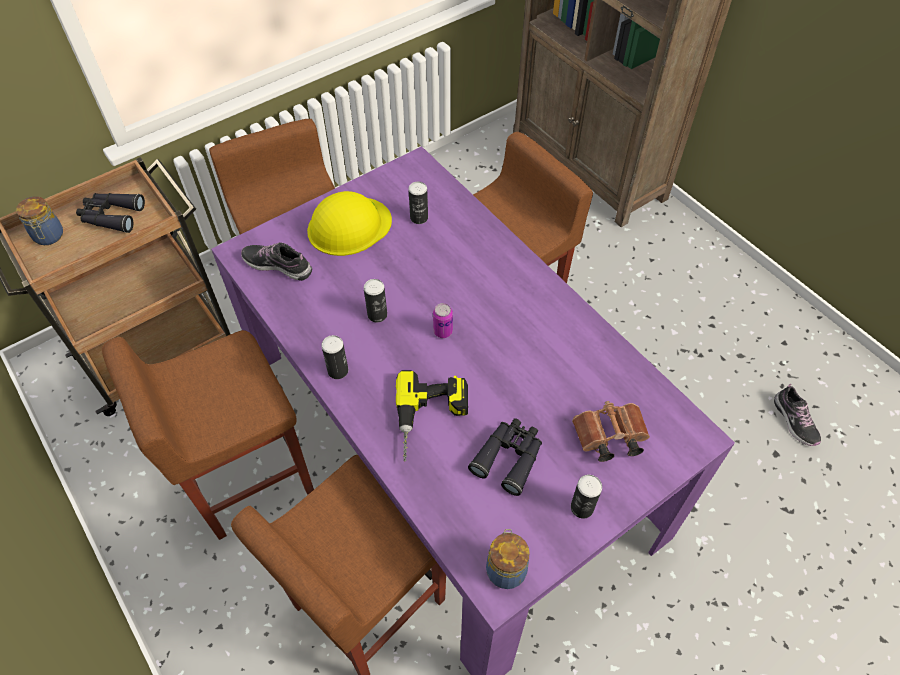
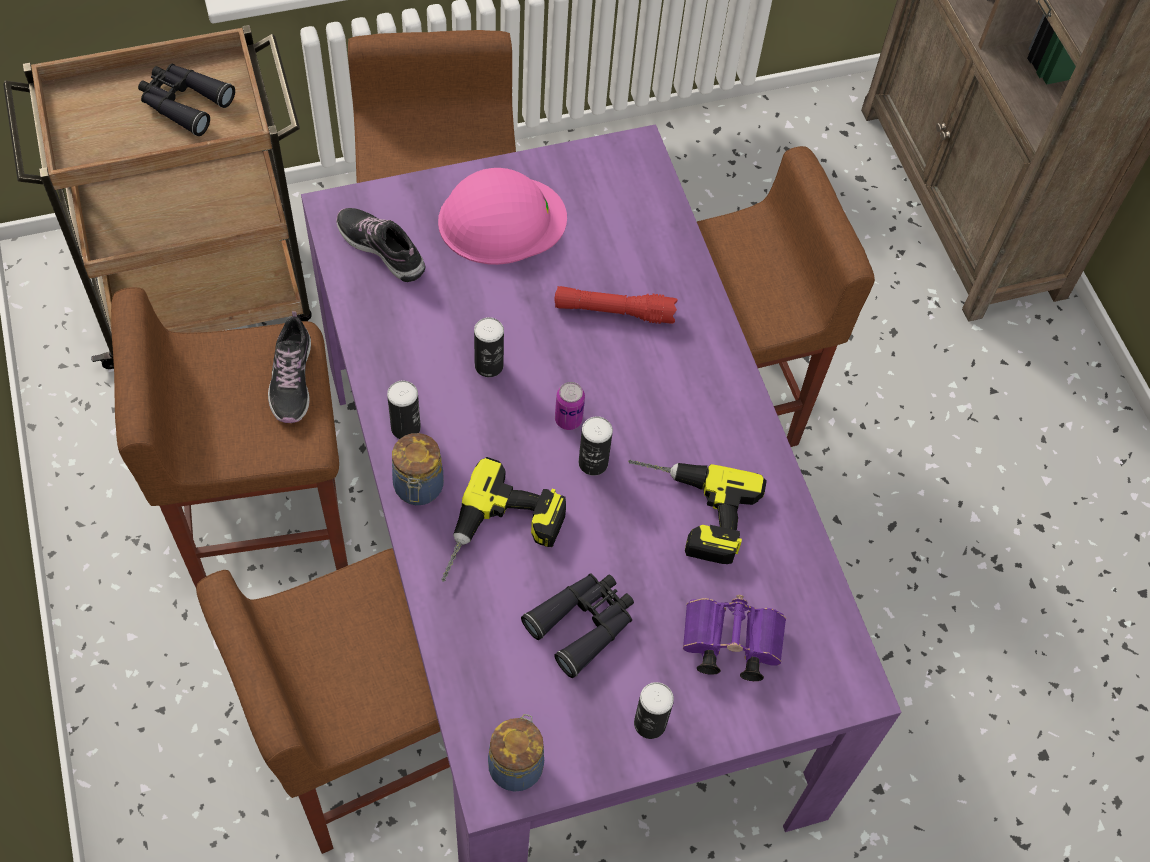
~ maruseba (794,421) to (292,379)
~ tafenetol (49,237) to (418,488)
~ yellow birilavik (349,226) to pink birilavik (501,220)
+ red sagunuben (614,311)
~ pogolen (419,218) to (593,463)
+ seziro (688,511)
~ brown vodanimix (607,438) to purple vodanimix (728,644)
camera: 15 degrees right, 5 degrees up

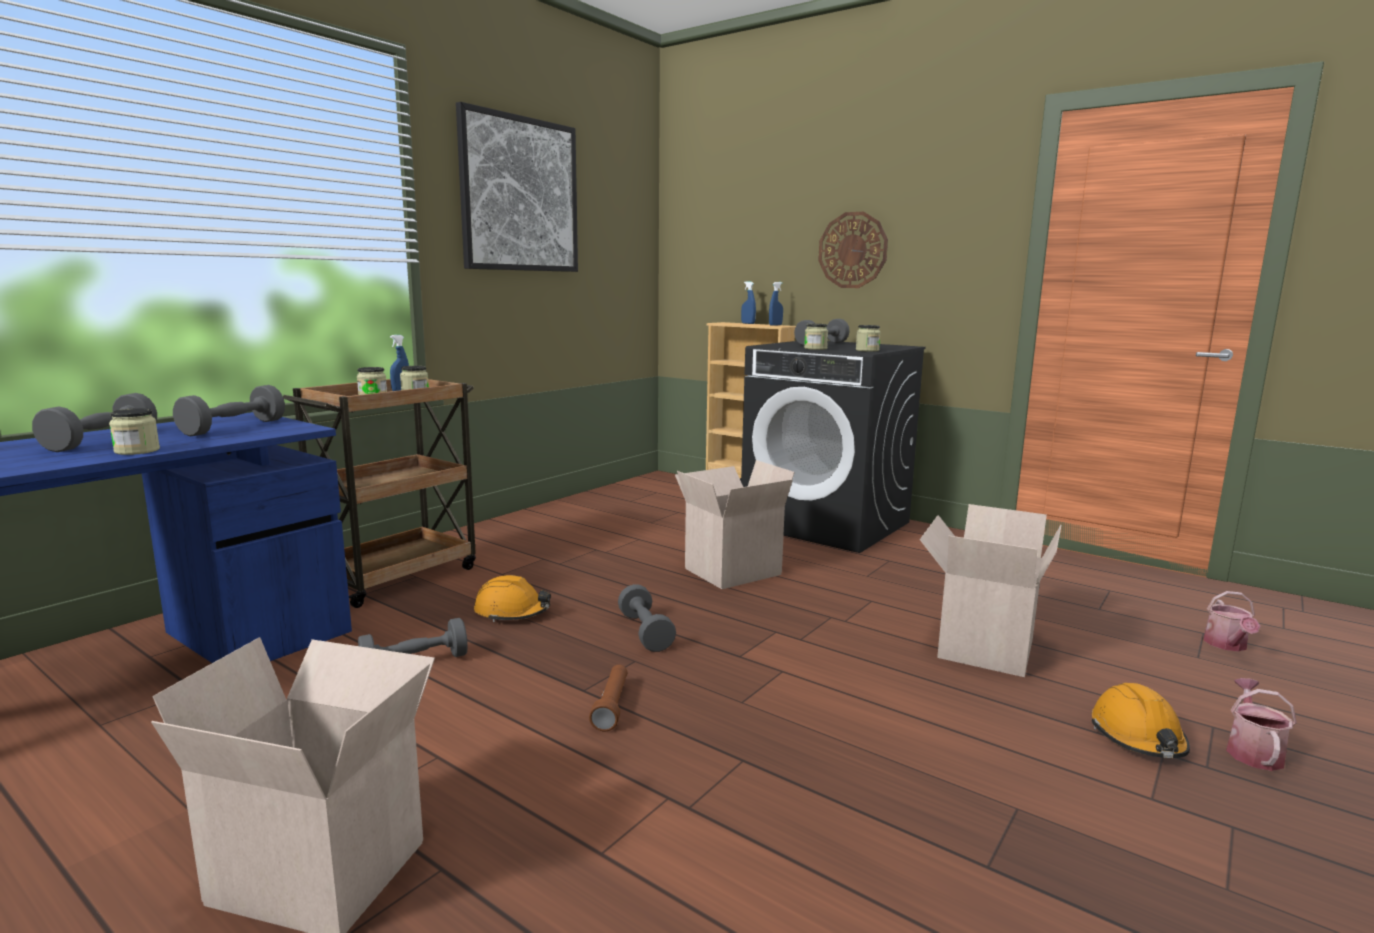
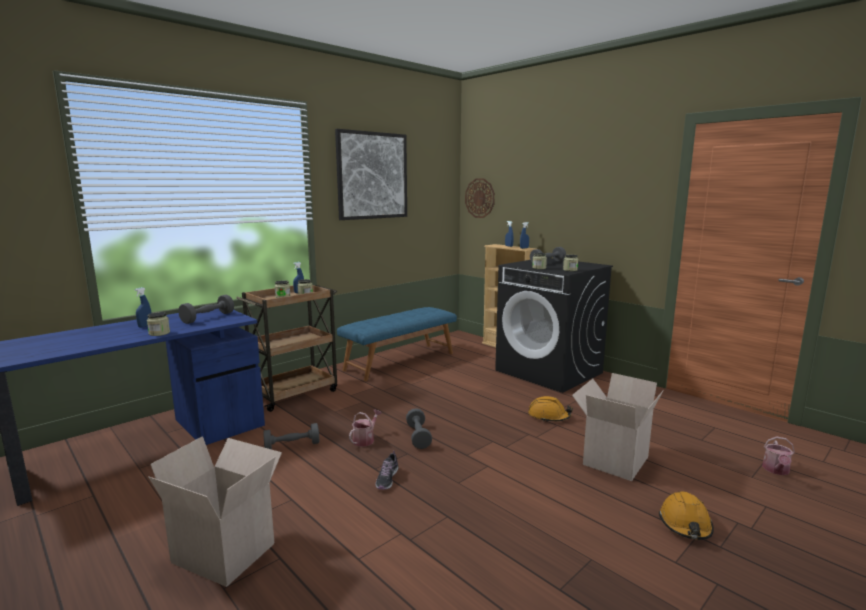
~ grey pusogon (102,441) to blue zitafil (145,326)
+ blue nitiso (400,361)
~ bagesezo (1252,751) to (365,439)
~ brown sagunuben (612,706) to maruseba (387,479)
~ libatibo (852,250) to (480,198)
~ orange birilavik (512,612) to (549,416)
- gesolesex (732,570)
camera: 10 degrees right, 0 degrees up

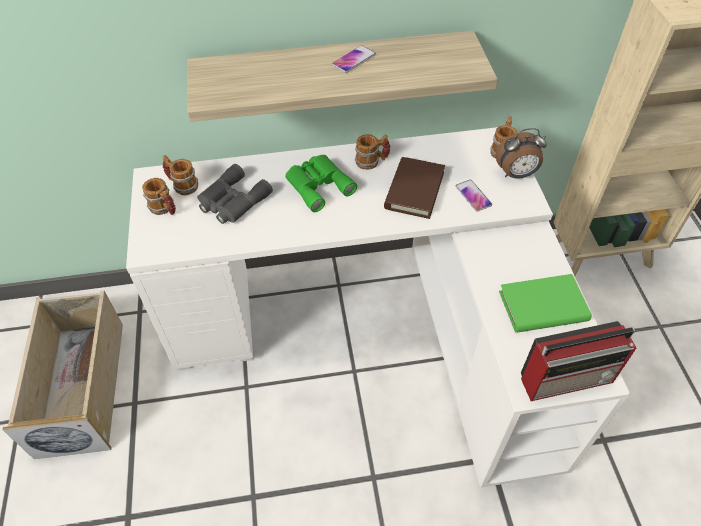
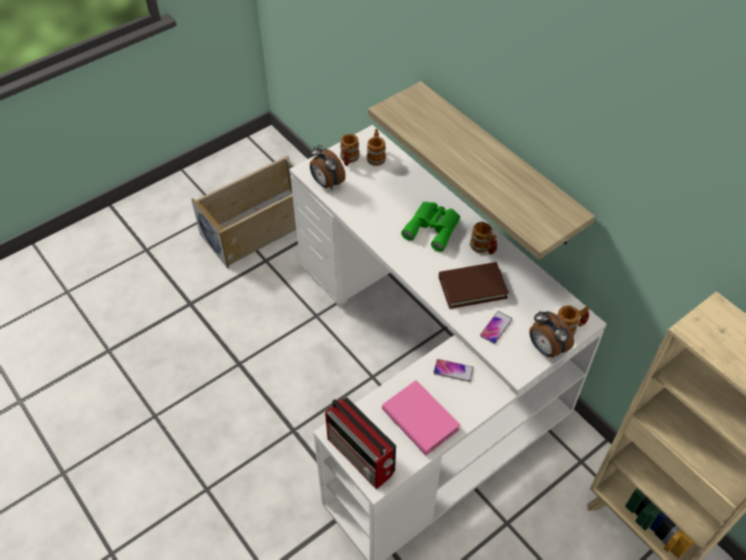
+ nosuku (326,183)
~ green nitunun (543,306) to pink nitunun (420,419)
~ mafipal (354,60) to (453,370)
- grey vodanimix (232,201)
camera: 60 degrees right, 0 degrees up

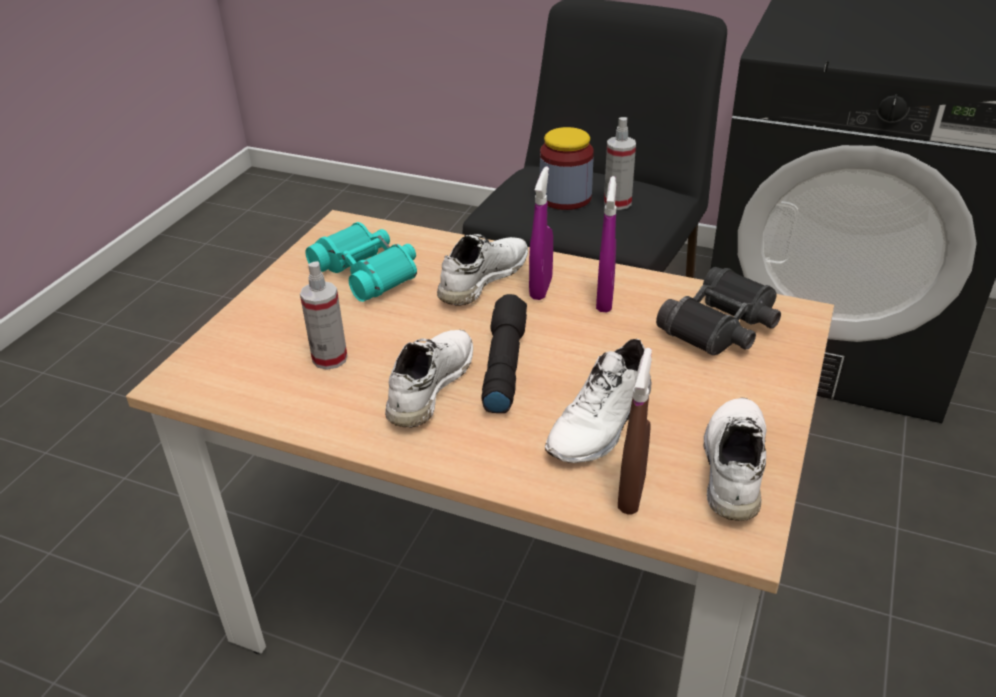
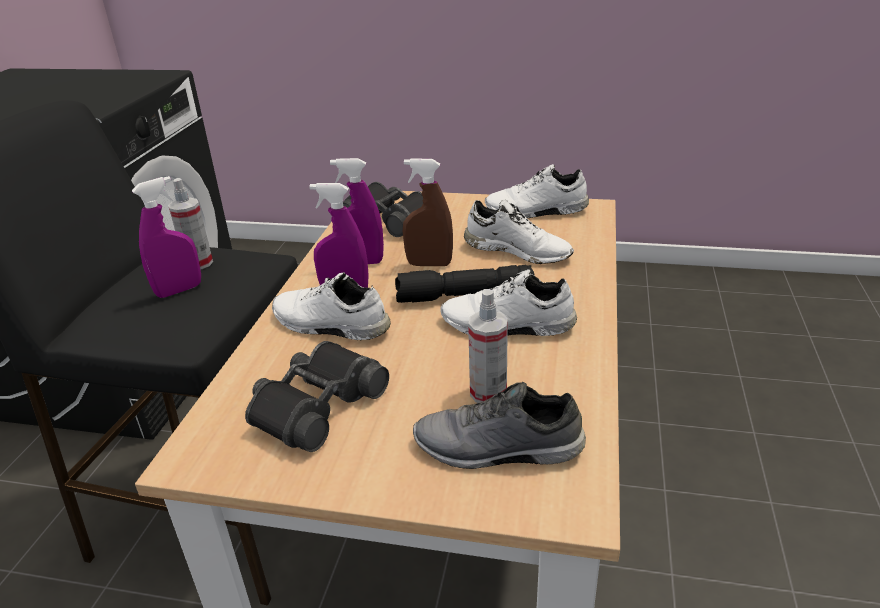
~ tafenetol (565,198) to purple zitafil (179,290)
~ turquoise vodanimix (367,272) to black vodanimix (316,405)
~ brown zitafil (631,494) to (429,264)
+ grey maruseba (497,450)
camera: 100 degrees left, 5 degrees down

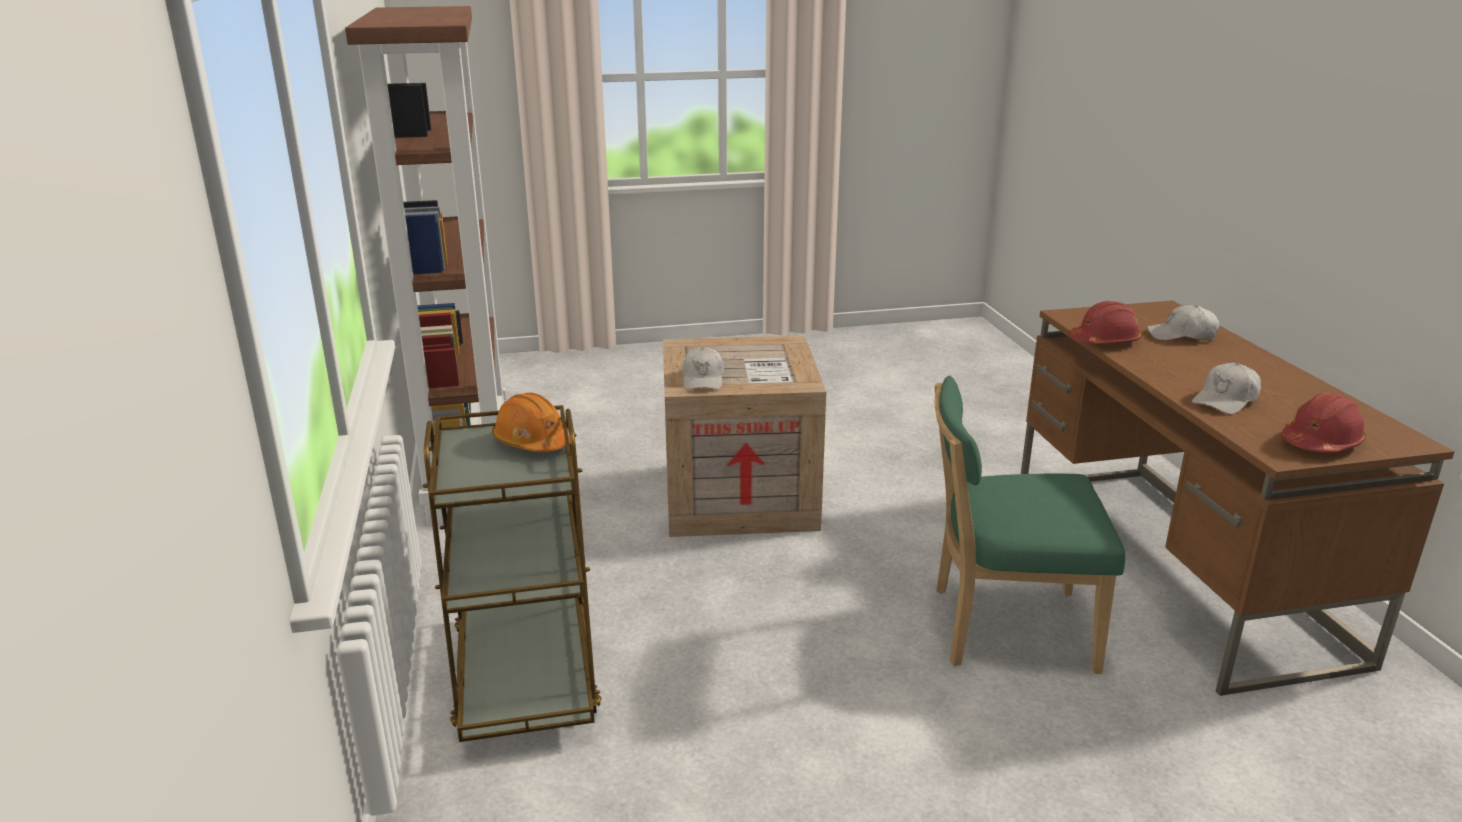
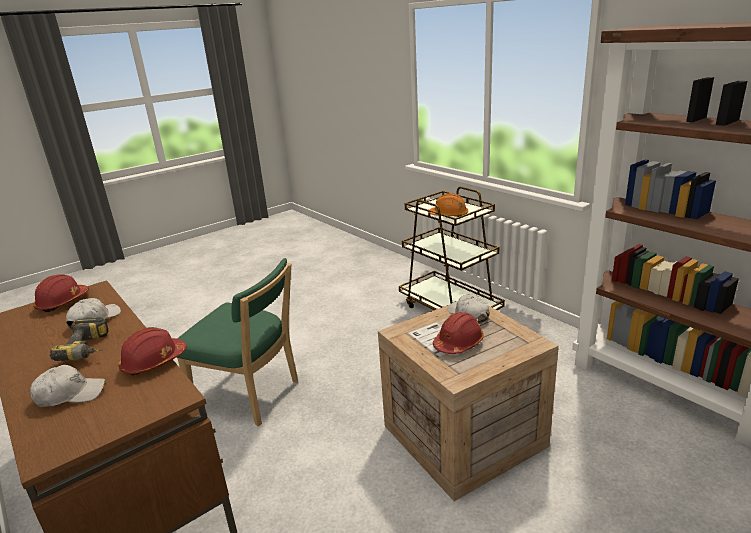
+ seziro (90,349)
~ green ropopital (1003,628) = (251,396) 45 degrees clockwise
+ red birilavik (458,343)
camera: 155 degrees right, 0 degrees up

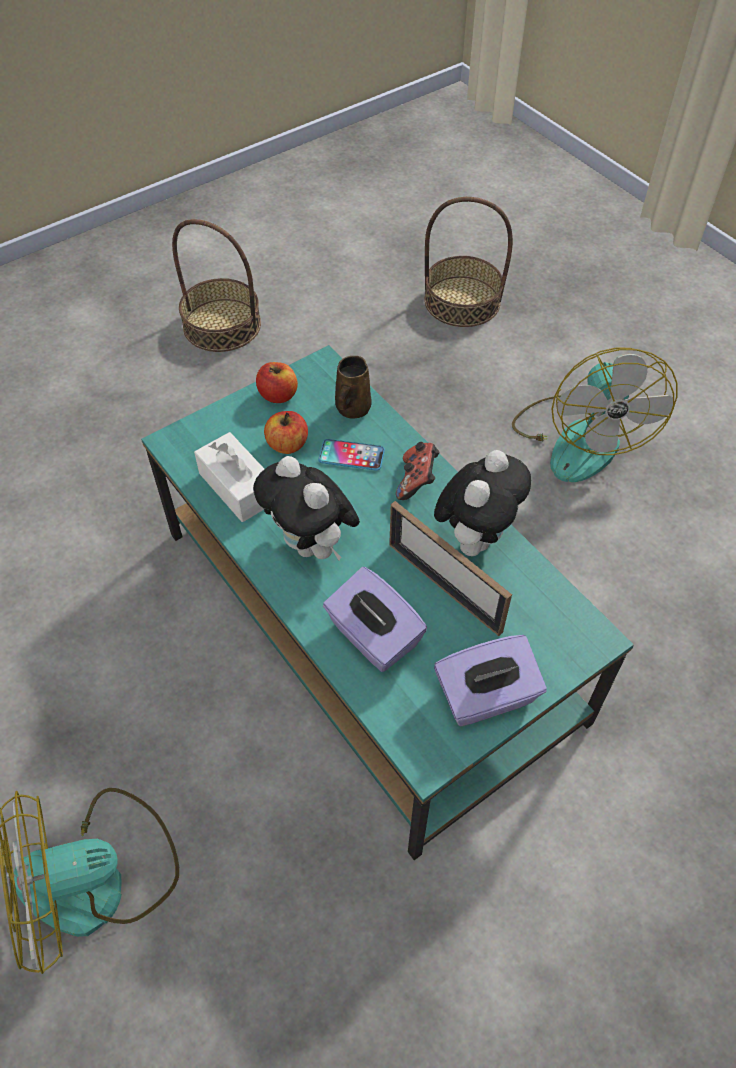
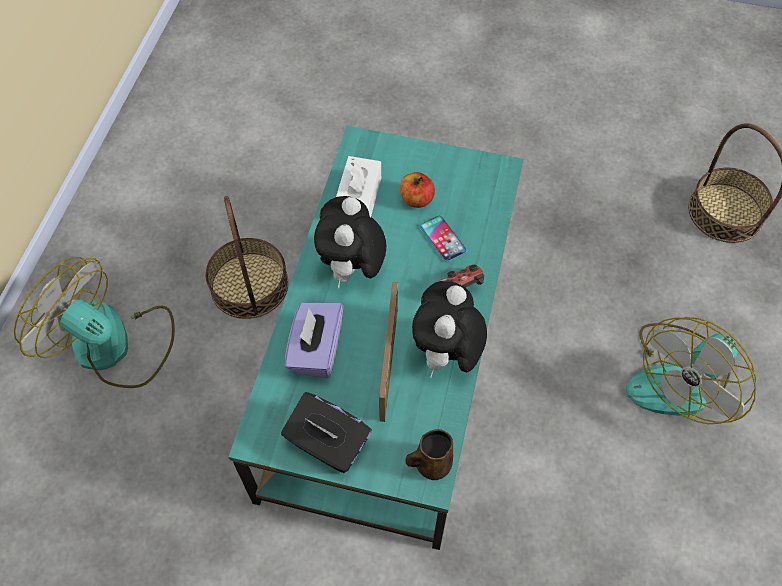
~ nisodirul (222,325) to (249,285)
~ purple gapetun (486,697) to black gapetun (327,444)
~ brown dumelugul (352,409) to (431,464)
~ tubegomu (476,537) = (446,355) 120 degrees clockwise
- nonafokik (278,395)
camera: 50 degrees right, 5 degrees up

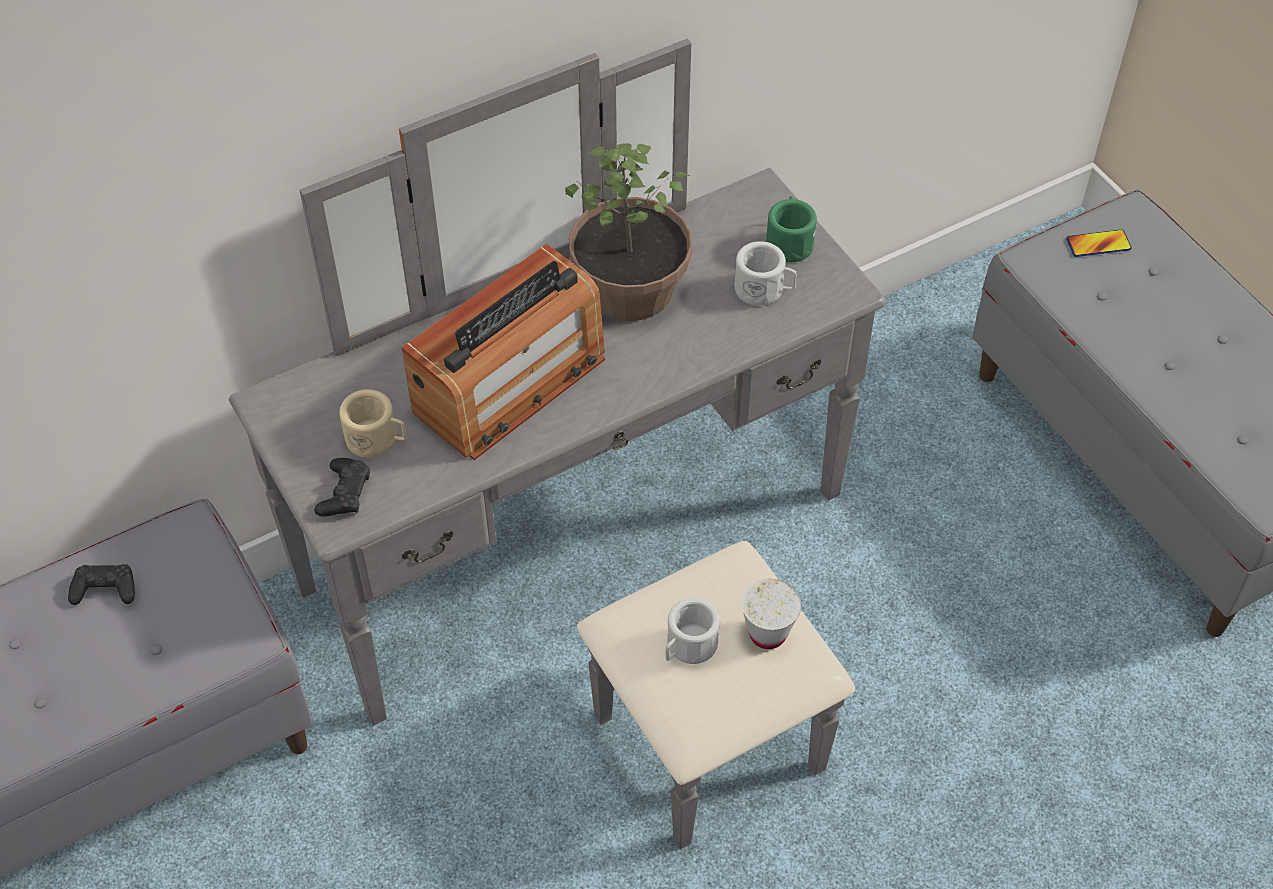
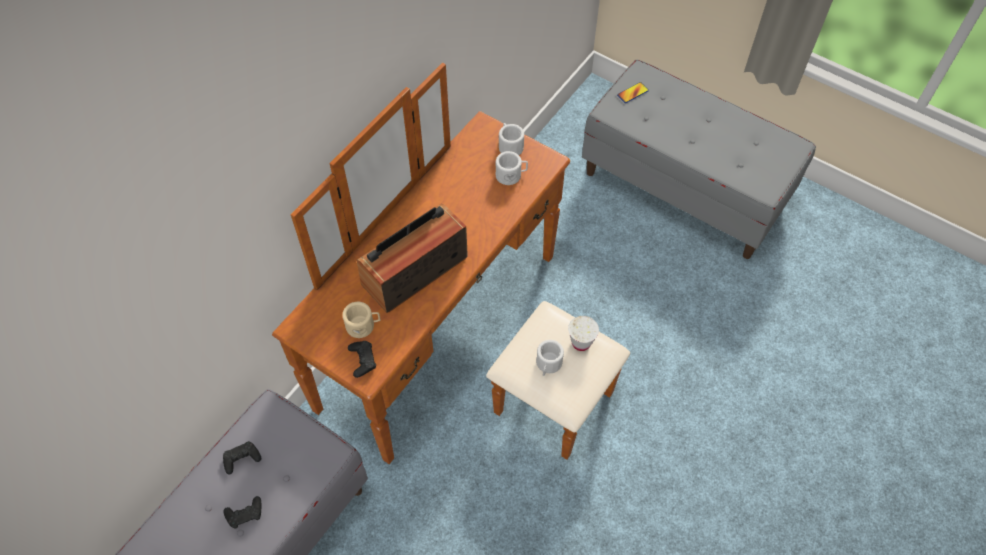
+ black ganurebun (245,514)
~ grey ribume (605,583) to brown ribume (465,345)
~ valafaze (510,384) = (414,270) 150 degrees counterclockwise
~ green dumelugul (789,241) to white dumelugul (509,146)
- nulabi (631,289)
camera: 25 degrees left, 5 degrees up

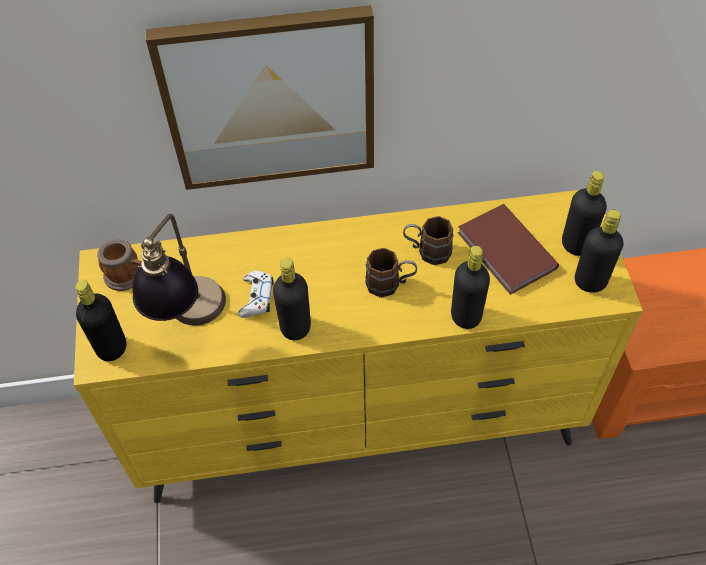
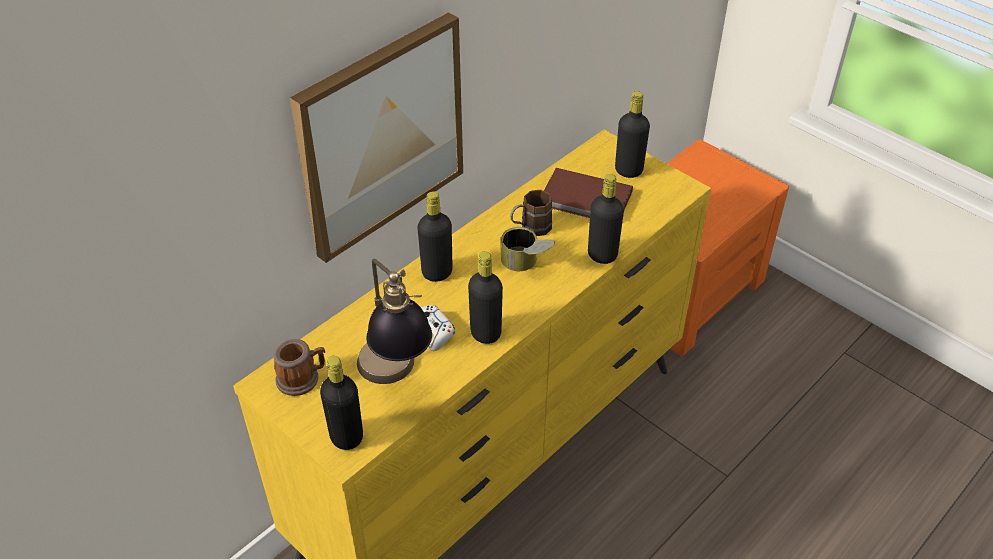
~ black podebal (590,281) to (437,272)
~ brown dumelugul (390,284) to pogolen (526,264)
camera: 40 degrees left, 10 degrees down

